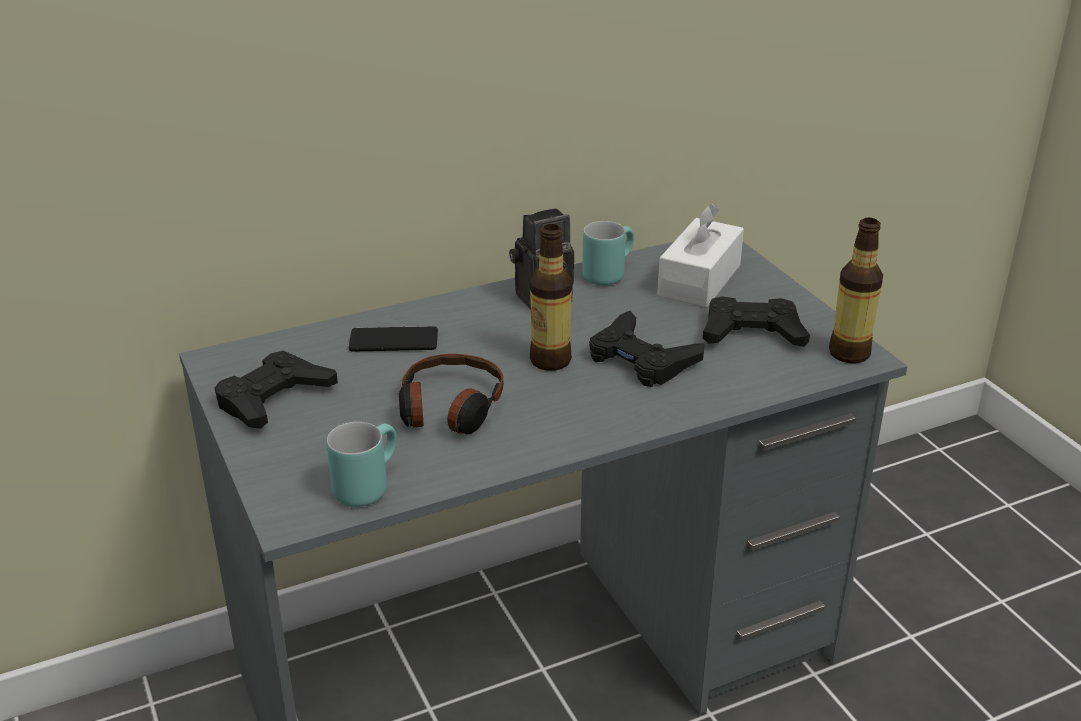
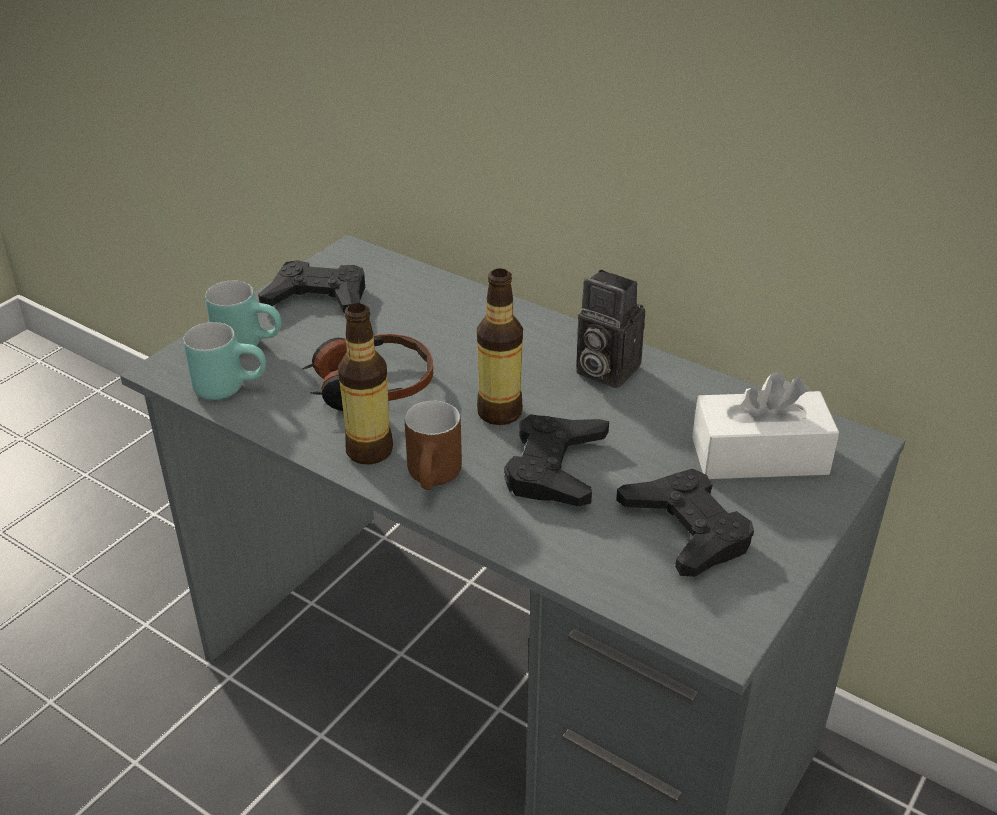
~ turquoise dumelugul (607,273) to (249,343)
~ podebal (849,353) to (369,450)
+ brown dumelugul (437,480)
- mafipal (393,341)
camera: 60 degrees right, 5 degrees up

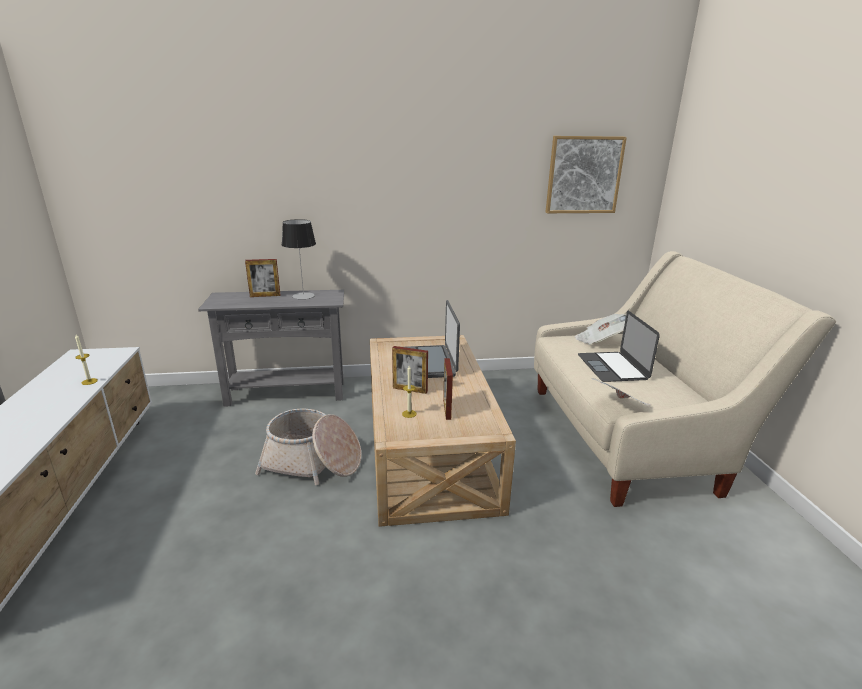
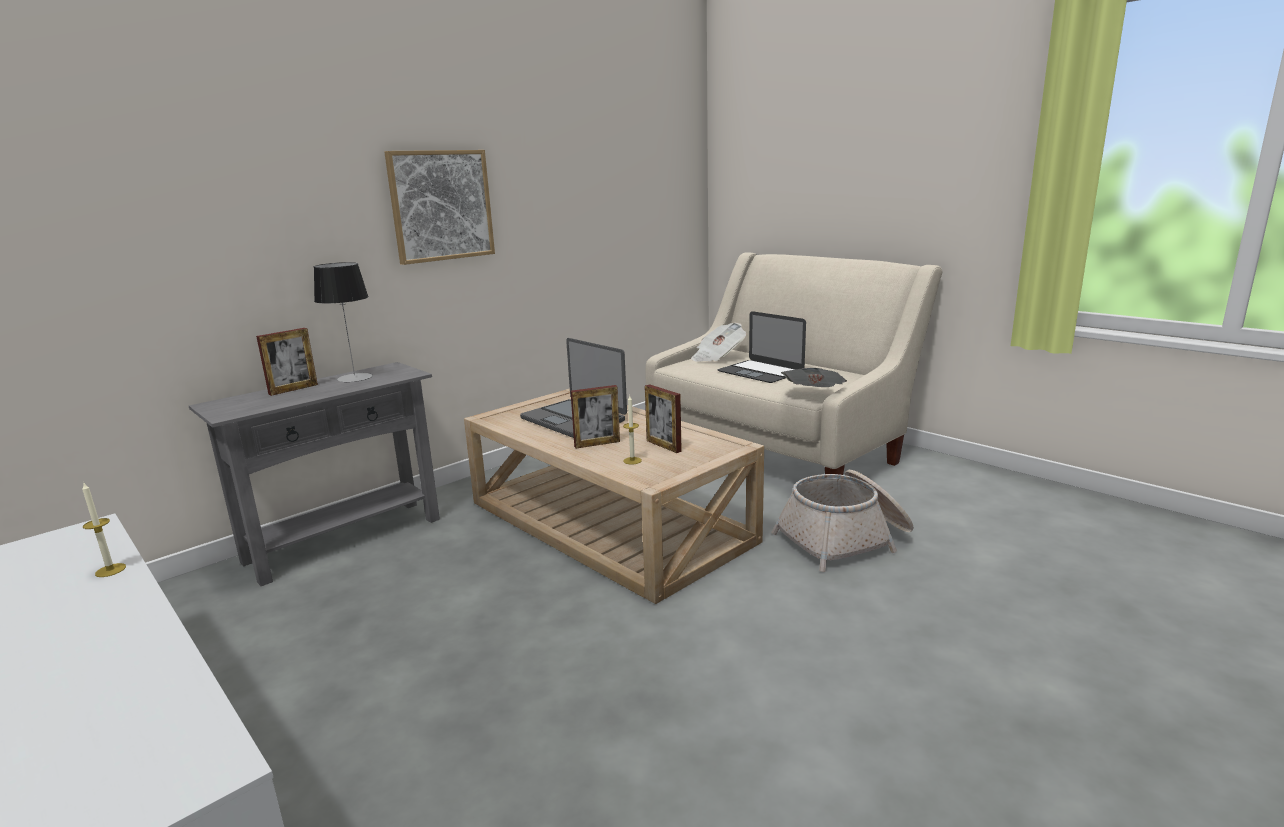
~ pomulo (584,175) to (441,205)
~ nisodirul (312,462) to (845,539)
camera: 35 degrees left, 5 degrees down

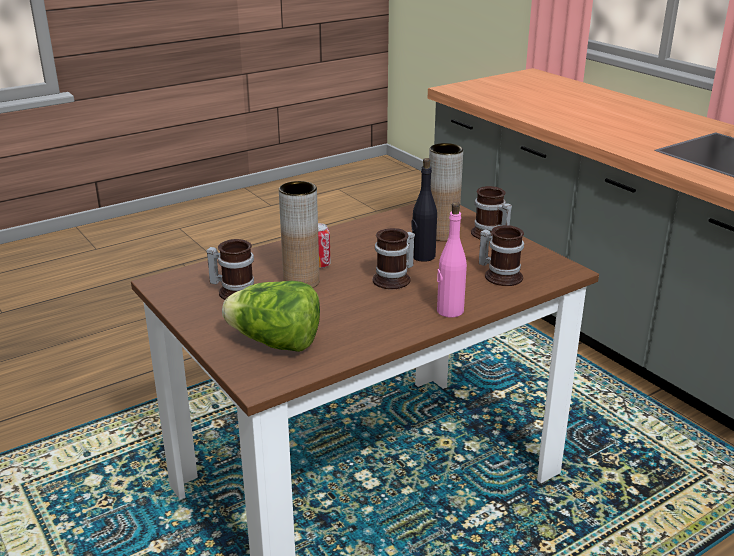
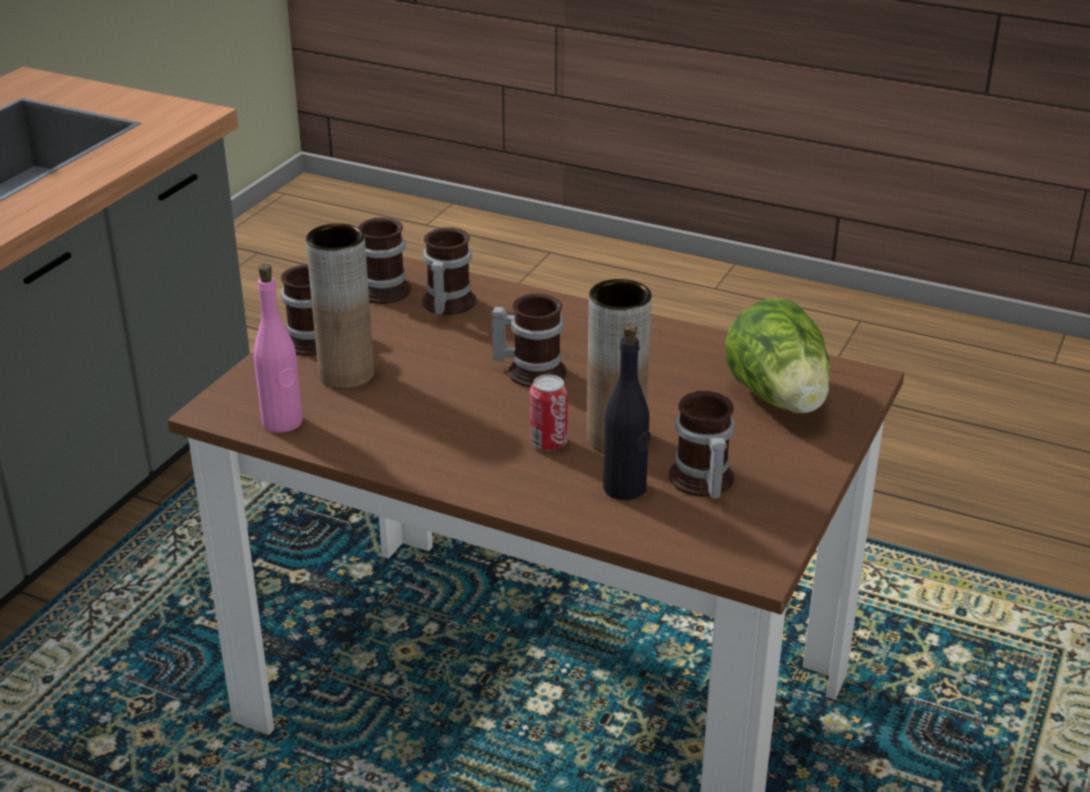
~ pink podebal (449,311) to (282,422)
+ dumelugul (386,288)
~ black podebal (422,256) to (625,488)
camera: 120 degrees left, 5 degrees up

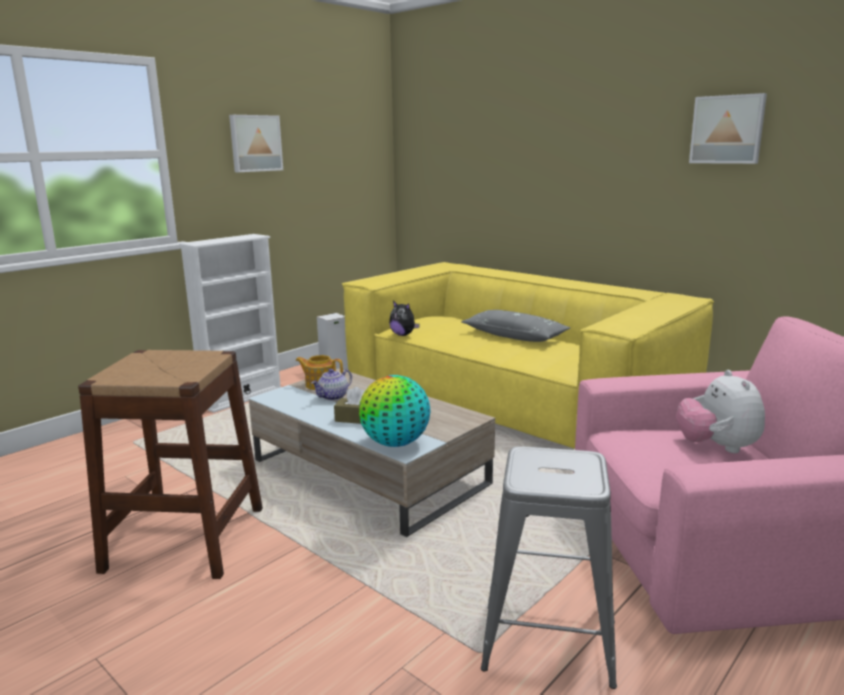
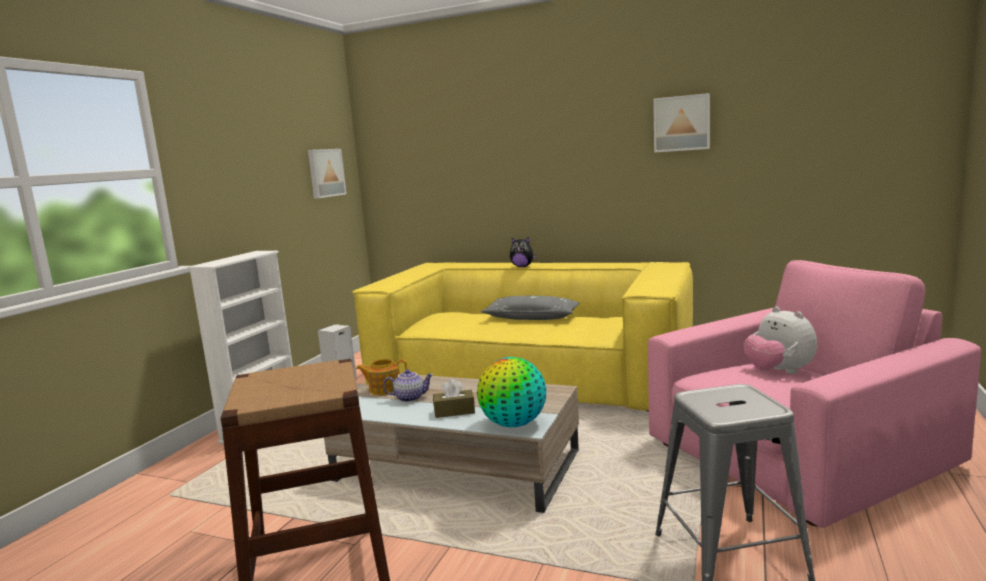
~ pomulo (255,143) to (325,173)
~ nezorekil (333,397) = (410,397) 120 degrees counterclockwise
~ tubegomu (403,335) to (522,266)
camera: 20 degrees left, 5 degrees down

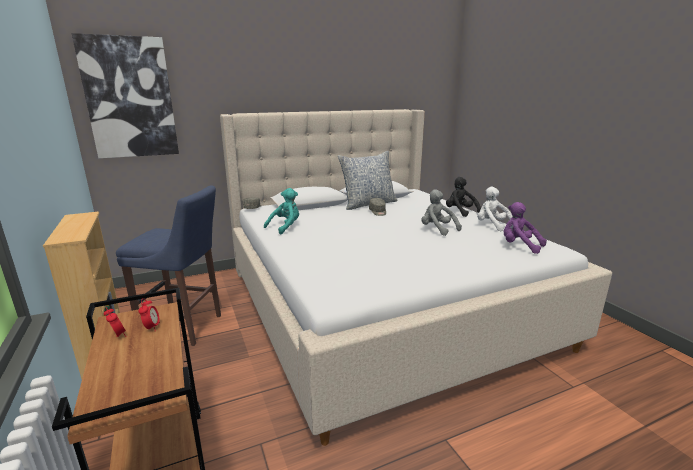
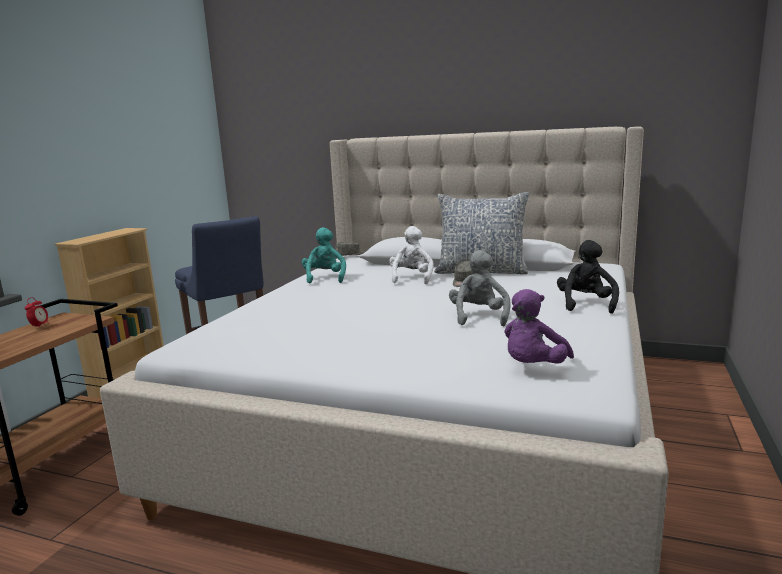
~ turquoise tubegomu (285,227) = (325,278) 90 degrees counterclockwise
~ white tubegomu (492,225) to (412,278)
~ purple tubegomu (519,246) = (533,367) 135 degrees counterclockwise
- pomulo (130,98)
- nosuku (152,327)
camera: 45 degrees right, 5 degrees down

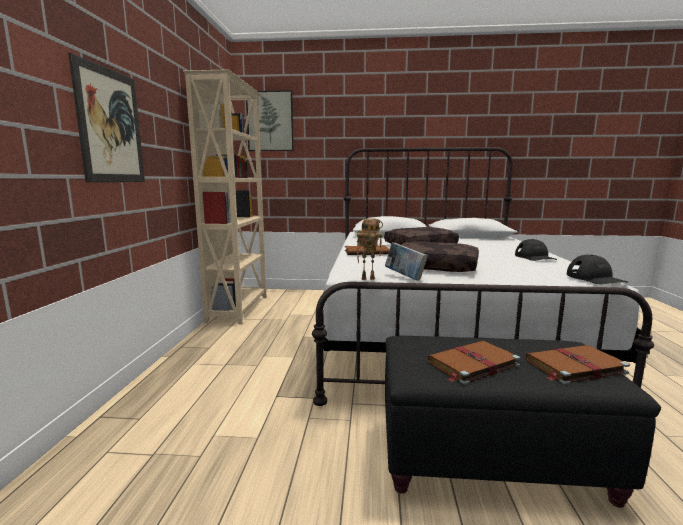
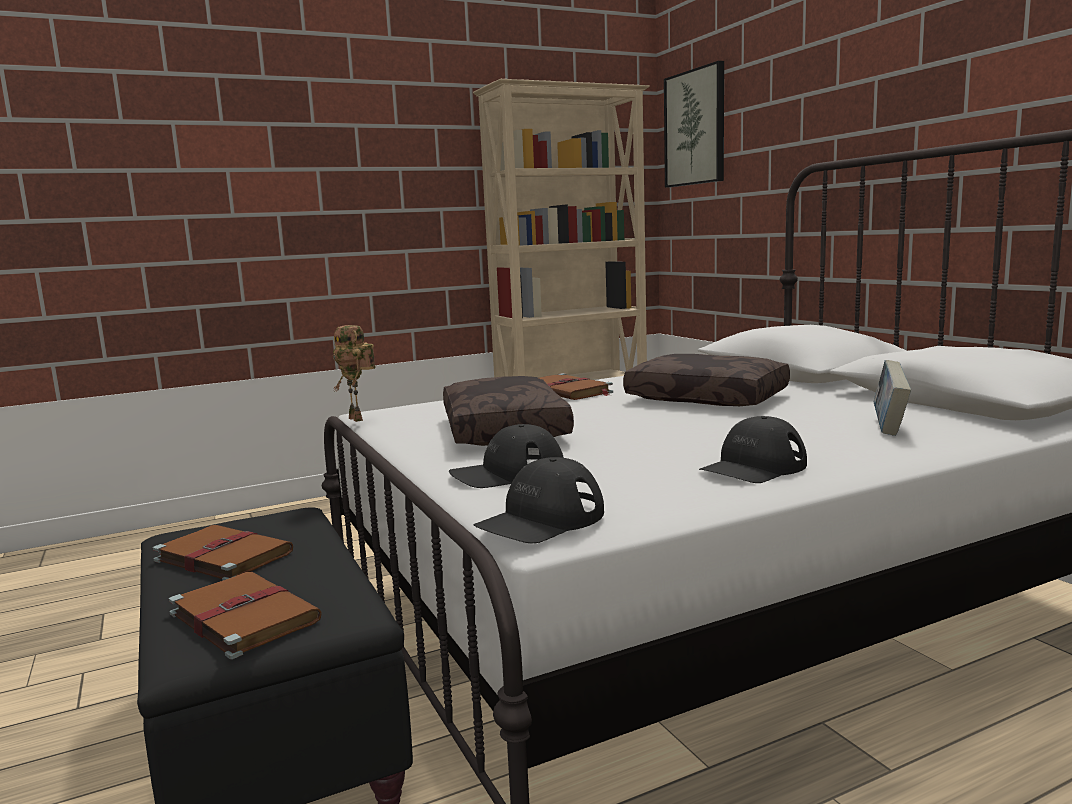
+ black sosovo (507,473)
~ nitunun (405,277) to (889,427)
- pomulo (111,126)
camera: 60 degrees right, 0 degrees up

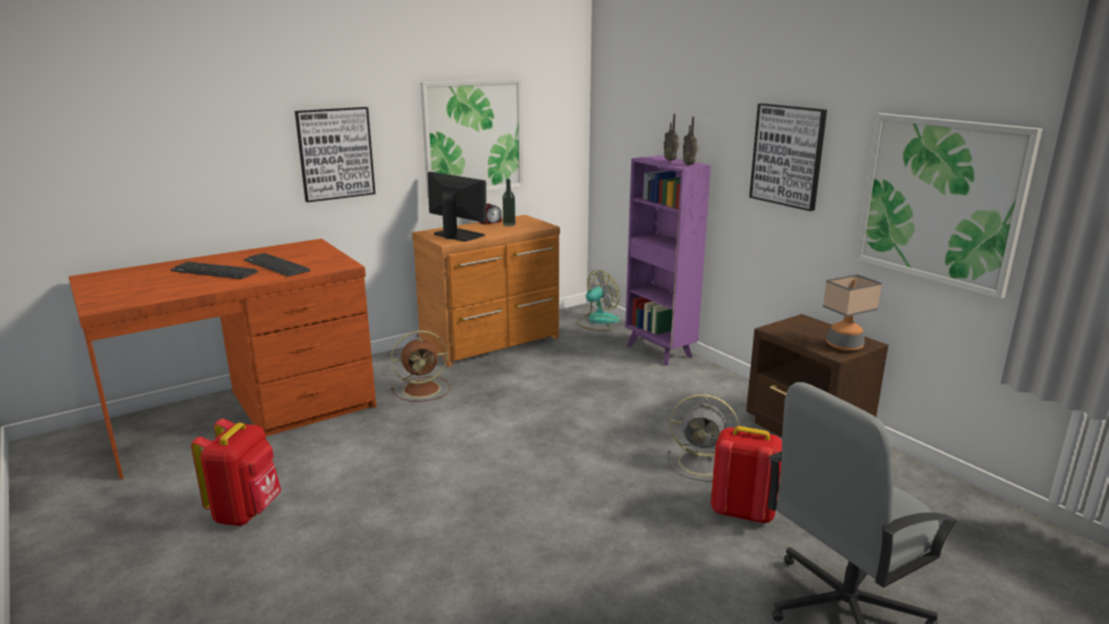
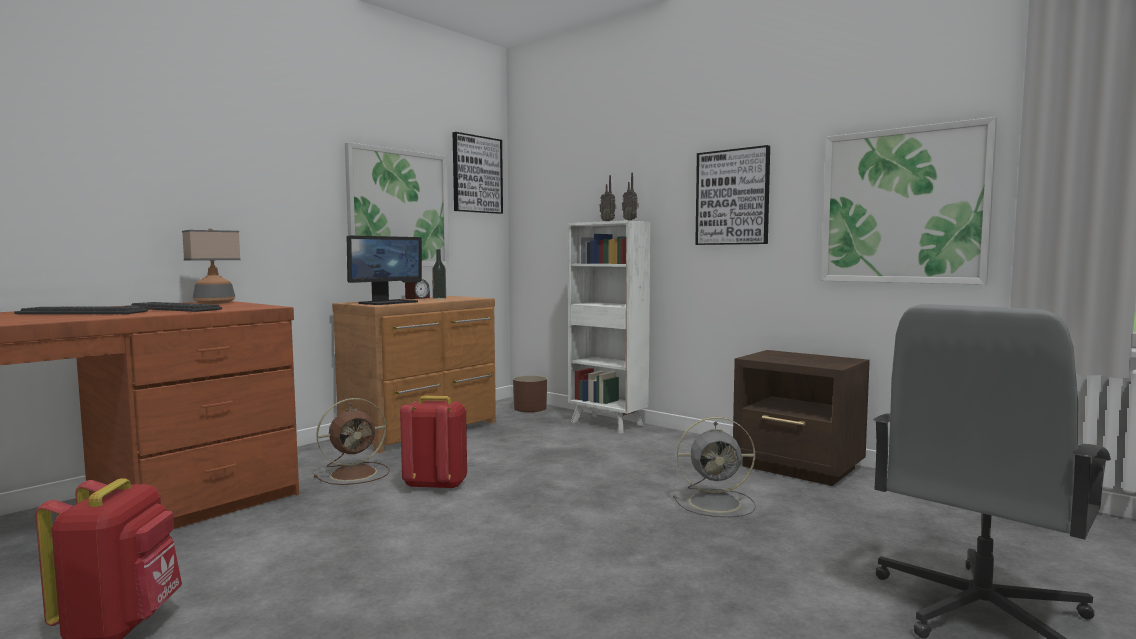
~ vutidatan (844,346) to (214,303)
~ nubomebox (458,235) = (388,302) 105 degrees clockwise
~ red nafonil (742,512) to (435,485)
~ pomulo (335,153) to (477,174)
~ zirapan (597,321) to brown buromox (530,408)
~ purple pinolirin (659,352) to white pinolirin (608,424)
camera: 15 degrees left, 15 degrees down

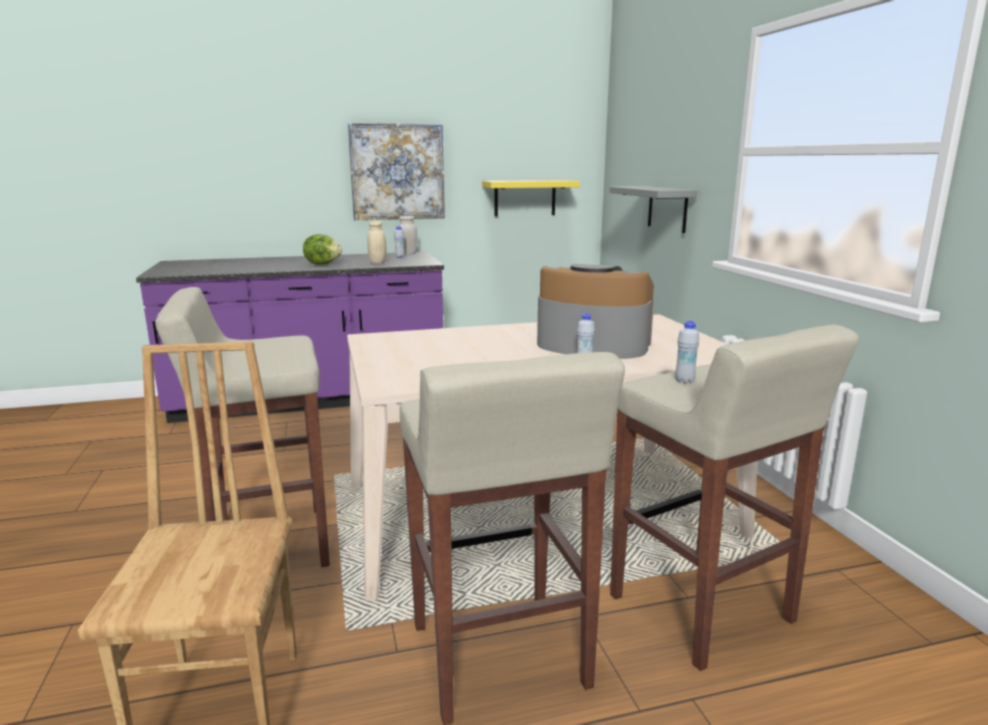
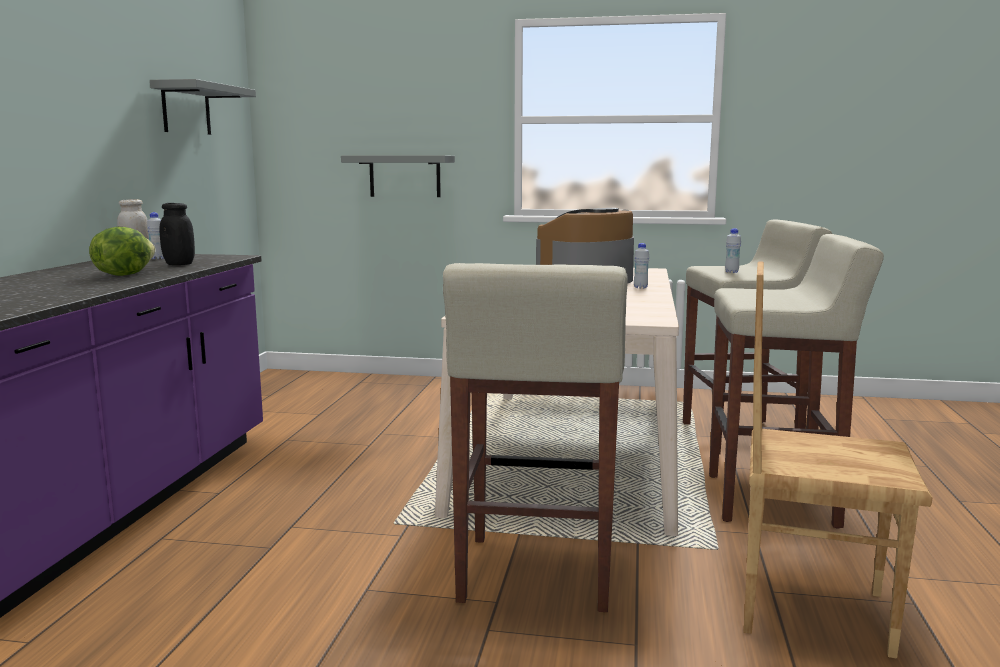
+ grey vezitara (186,109)
~ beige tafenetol (377,262) to black tafenetol (179,264)
- pomulo (397,172)
- yellow vezitara (525,198)
camera: 65 degrees left, 5 degrees down

